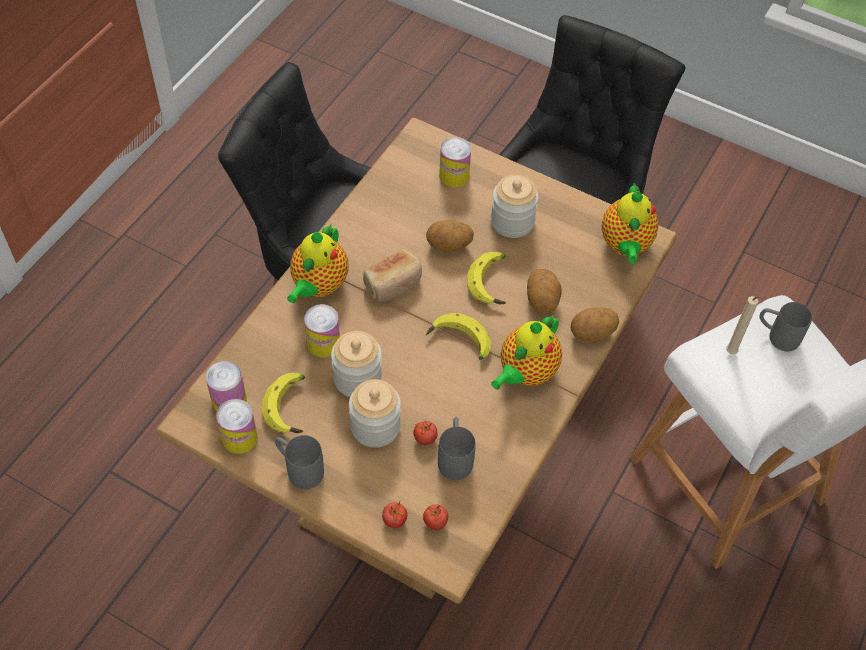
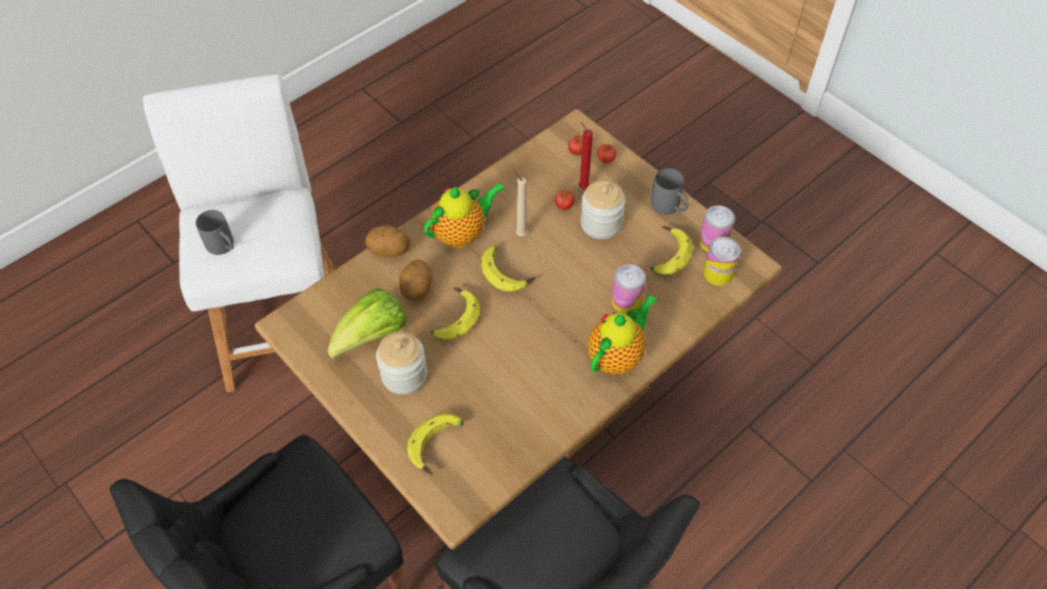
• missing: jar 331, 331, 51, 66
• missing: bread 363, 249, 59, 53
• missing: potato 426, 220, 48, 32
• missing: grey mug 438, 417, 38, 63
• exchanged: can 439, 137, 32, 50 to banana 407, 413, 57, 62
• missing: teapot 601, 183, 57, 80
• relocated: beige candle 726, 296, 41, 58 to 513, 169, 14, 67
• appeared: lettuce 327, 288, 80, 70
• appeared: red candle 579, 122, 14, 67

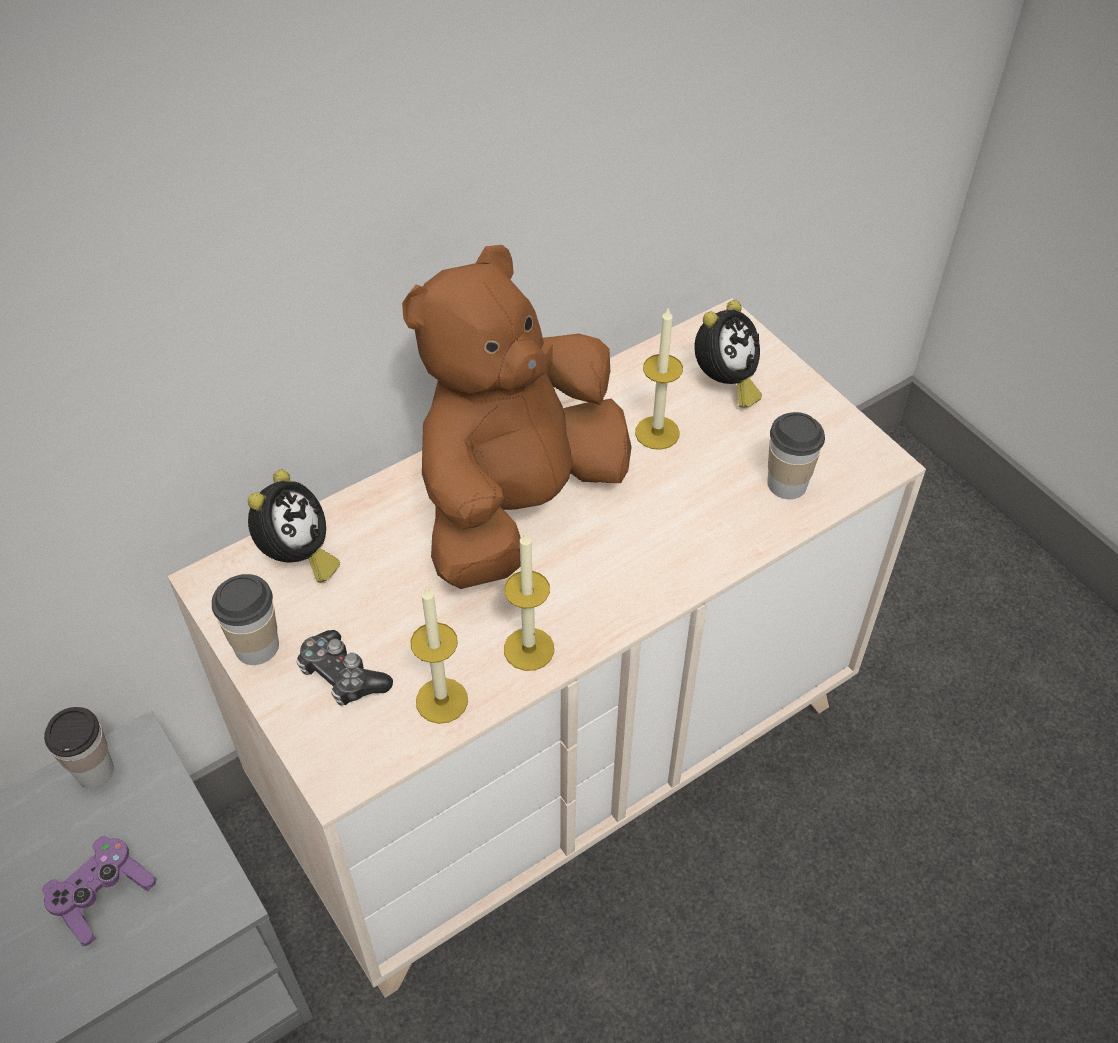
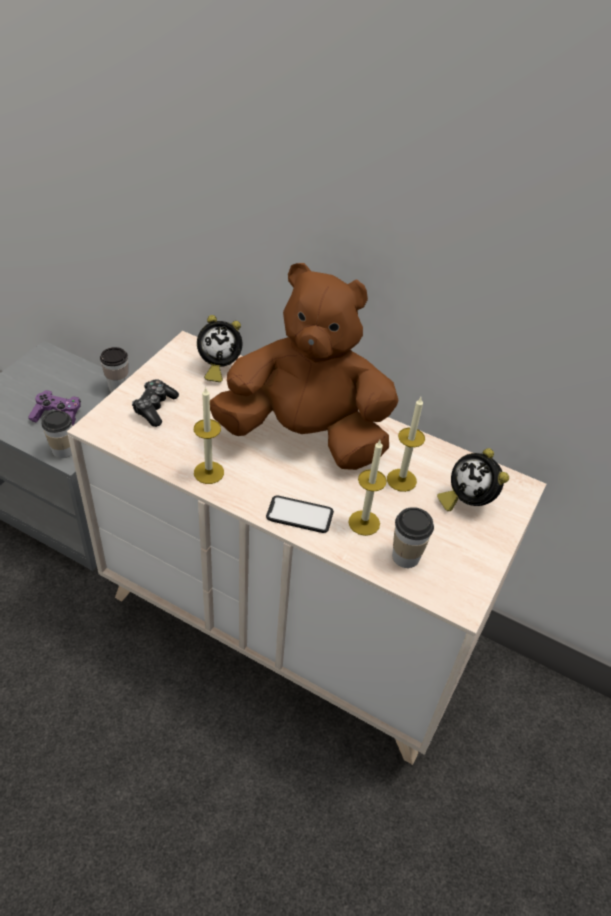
• relocated: cup 212, 574, 67, 91 to 41, 410, 31, 48
• relocated: candle 410, 586, 58, 138 to 348, 440, 39, 96
• spun: alarm clock 694, 300, 68, 108 = 437, 448, 72, 63 45 degrees clockwise
• appeared: phone 266, 495, 68, 38

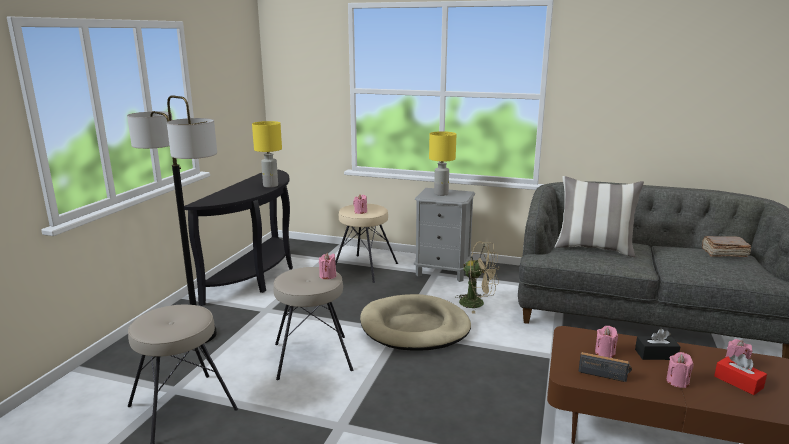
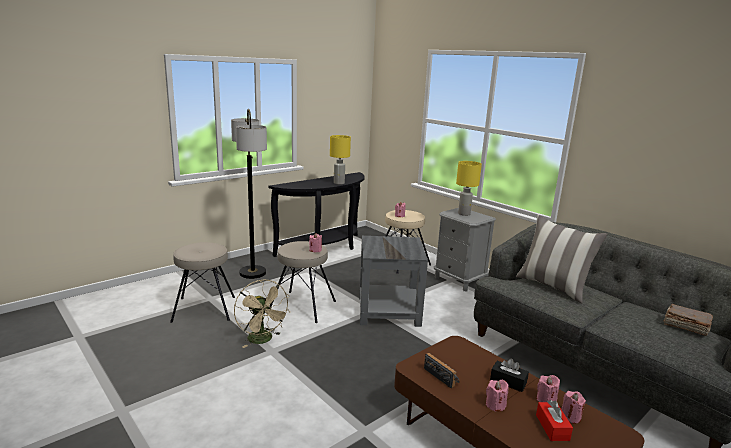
• exchanged: beige dog bed 360, 294, 111, 57 to grey side table 359, 236, 69, 91
• relocated: beige fan 455, 241, 45, 73 to 234, 280, 56, 68
• relocated: pink candle 595, 326, 23, 32 to 537, 375, 23, 27

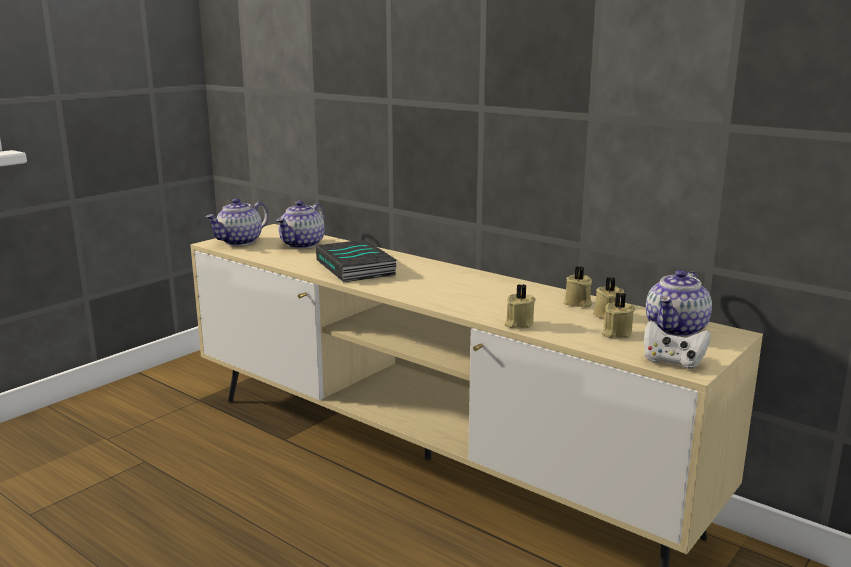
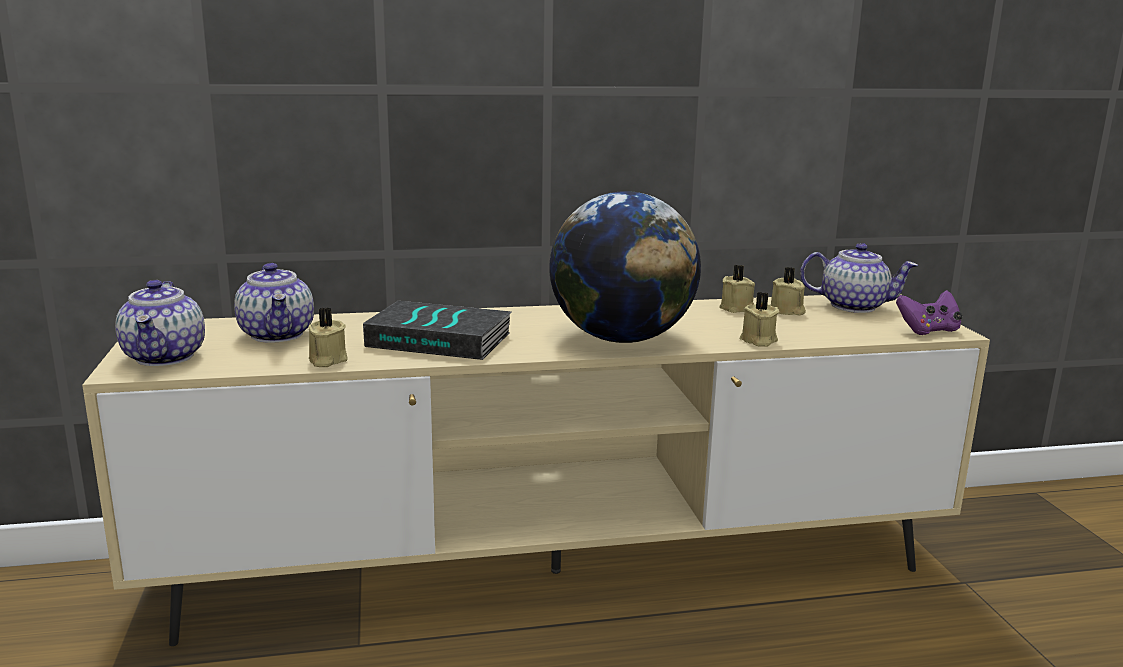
• relocated: beige candle 602, 292, 33, 46 to 308, 307, 40, 60
• colour: white game controller 644, 321, 67, 48 to purple game controller 896, 290, 66, 45
• spun: teapot 646, 270, 66, 67 = 800, 243, 118, 70 60 degrees counterclockwise
• appeared: globe 549, 191, 152, 152

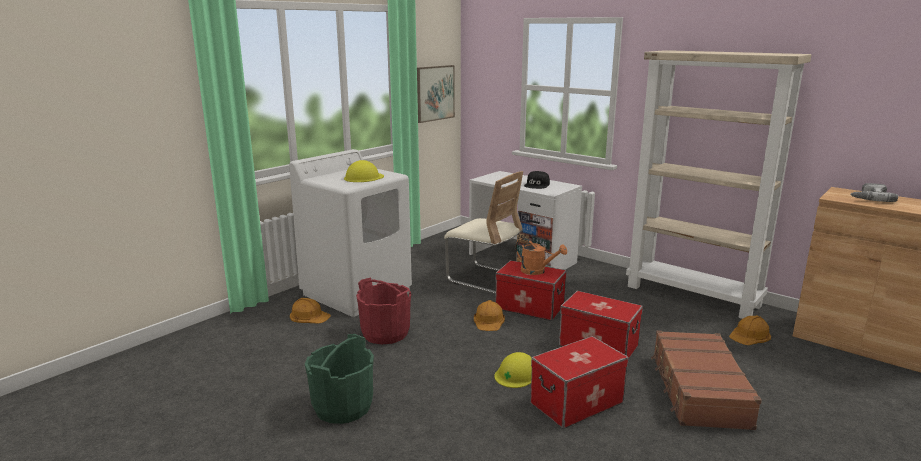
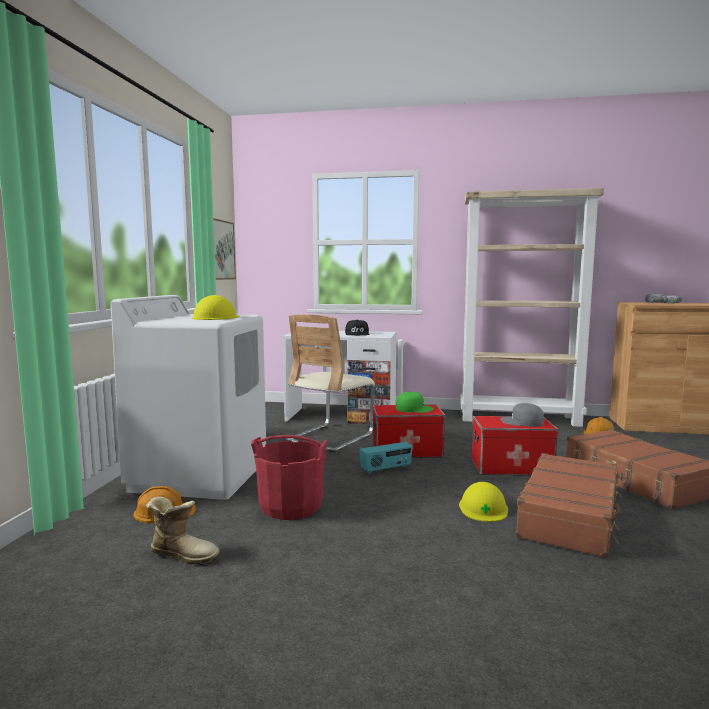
• missing: green bucket 305, 334, 69, 90
• spun: beige chair 444, 171, 79, 123 = 286, 314, 89, 138 120 degrees clockwise
• exchanged: orange hard hat 474, 300, 31, 31 to radio 359, 442, 54, 32
• exchanged: orange watering can 516, 238, 51, 37 to green cap 396, 392, 38, 21
• exchanged: storage box 530, 336, 99, 93 to brown suitcase 515, 453, 107, 105
• appeared: boot 146, 497, 74, 68
• appeared: grey cap 500, 403, 44, 24

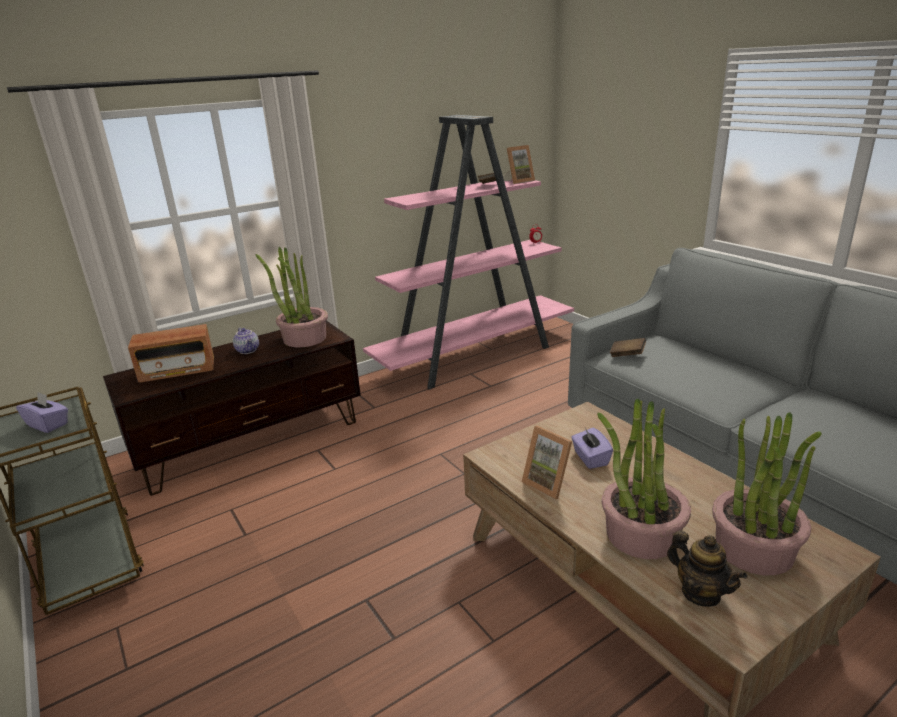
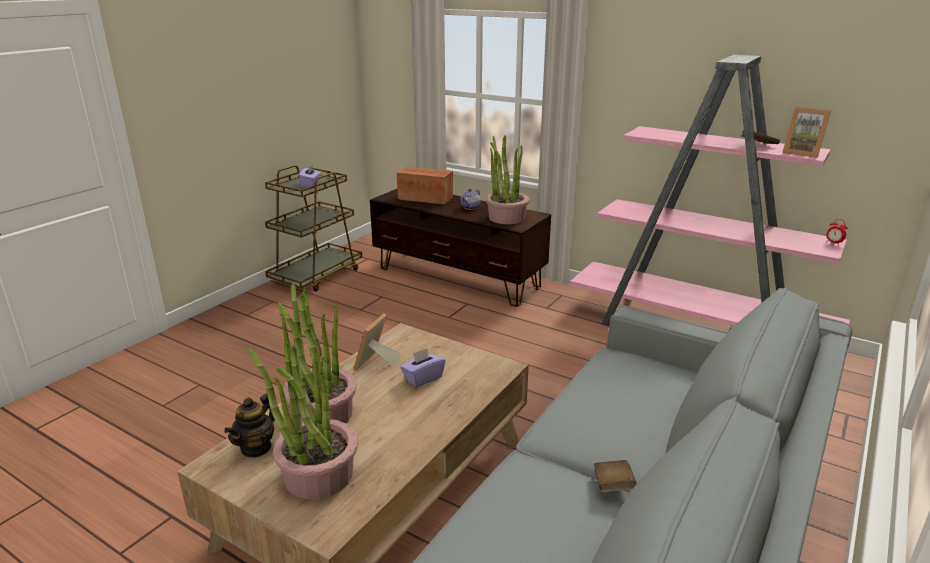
• spun: radio 128, 324, 86, 59 = 397, 167, 56, 38 150 degrees clockwise
• relocated: brown book 610, 338, 36, 19 to 594, 460, 43, 33

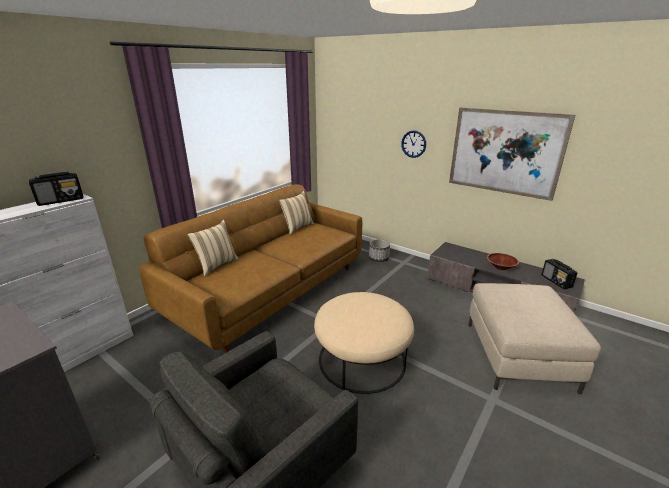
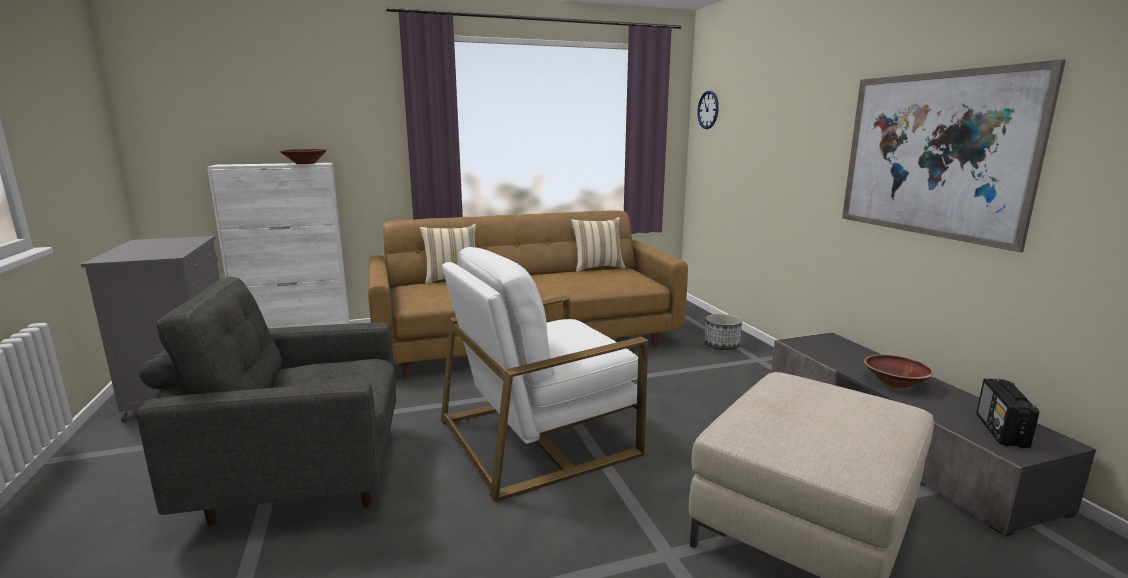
• exchanged: radio 29, 172, 55, 34 to brown bowl 280, 149, 47, 15
• exchanged: beige ottoman 314, 292, 100, 102 to white armchair 441, 247, 207, 255
• relocated: wall clock 401, 130, 25, 28 to 697, 91, 22, 38

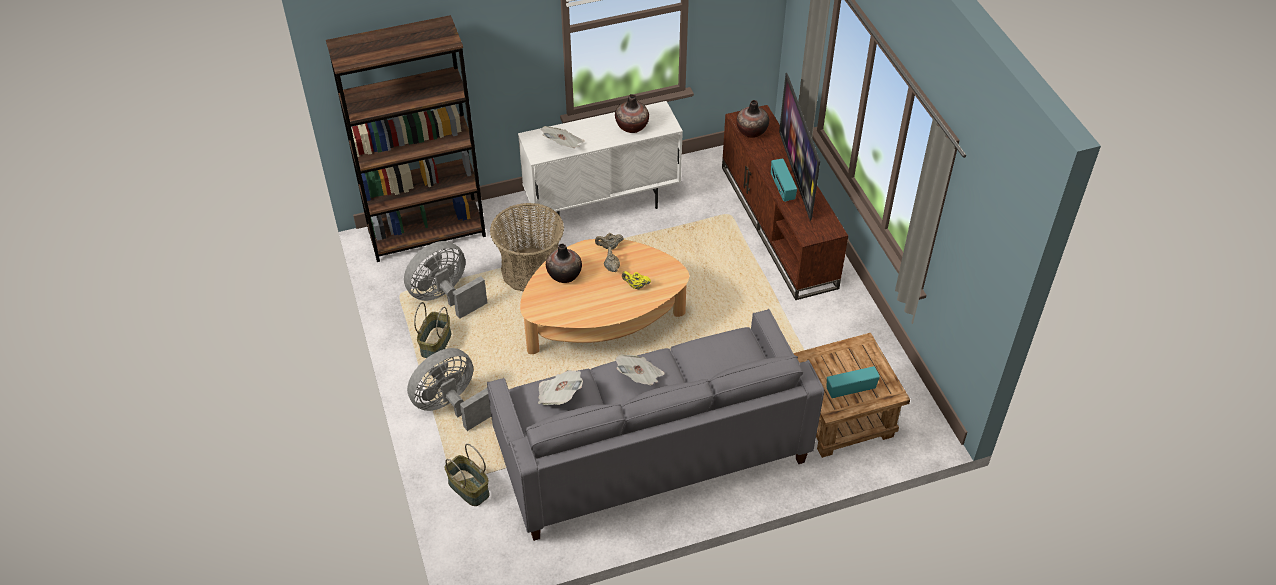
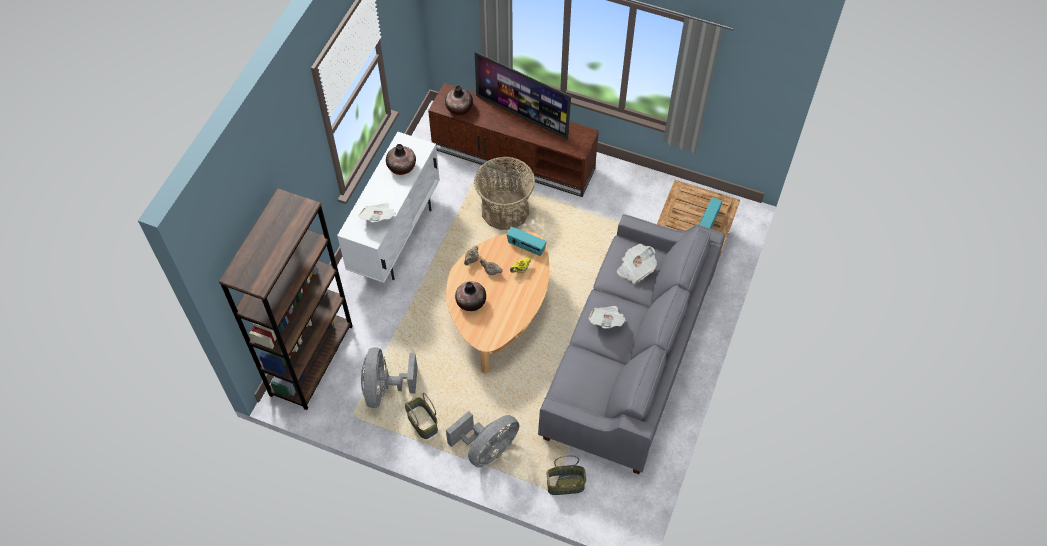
• spun: grey fan 407, 348, 84, 83 = 446, 411, 74, 56 135 degrees counterclockwise
• relocated: basket 490, 203, 74, 88 to 474, 157, 61, 73
• relocated: newspaper 538, 370, 45, 35 to 617, 244, 40, 40
• relocated: radio 771, 159, 26, 43 to 507, 227, 40, 29

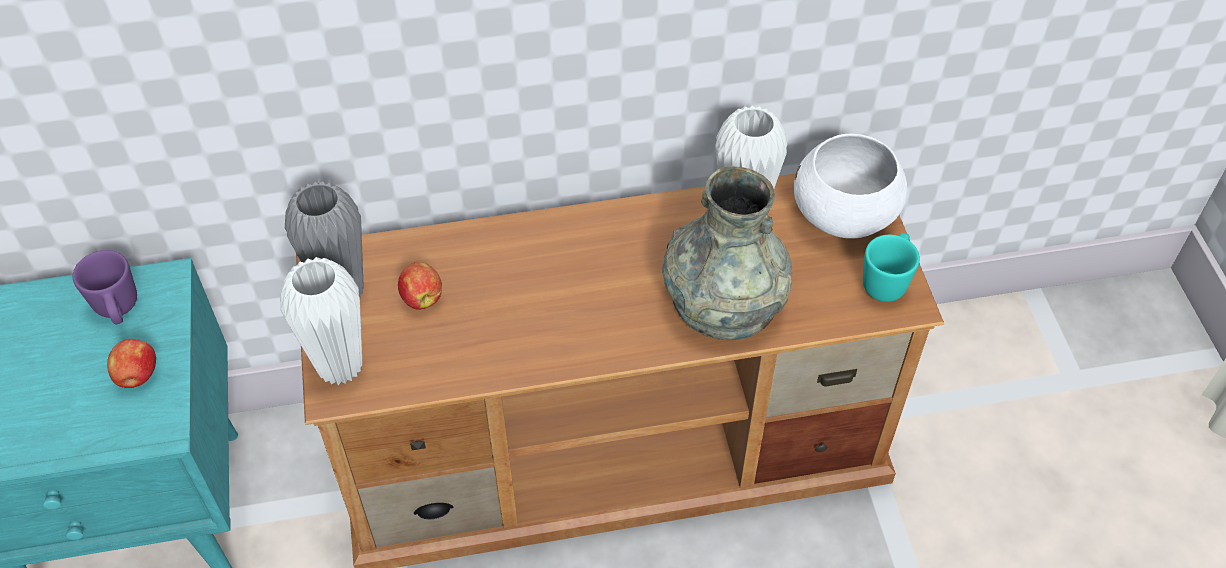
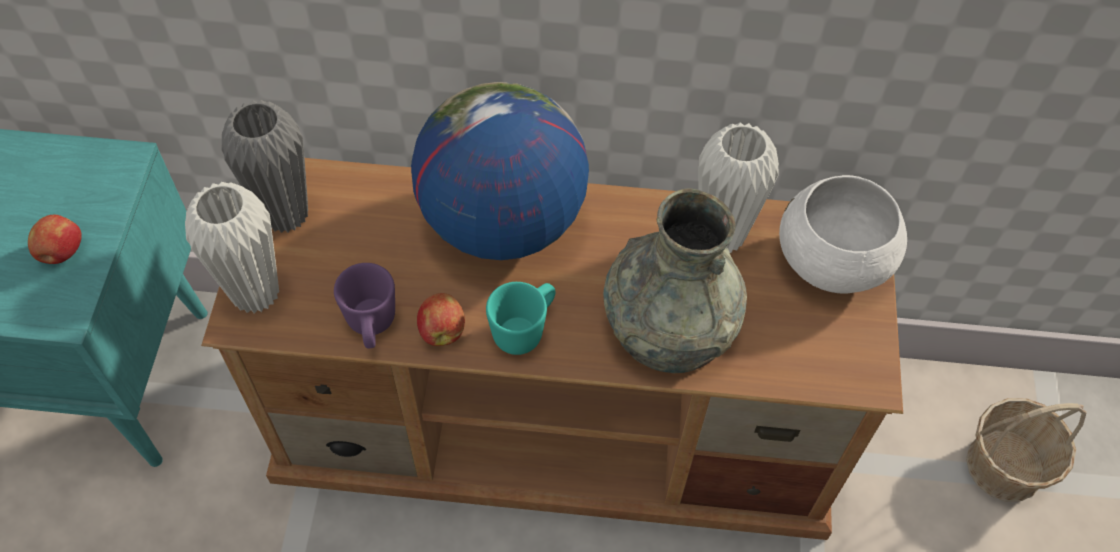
• relocated: purple mug 73, 250, 64, 74 to 334, 263, 61, 85
• relocated: apple 398, 262, 44, 48 to 417, 293, 48, 53
• relocated: turquoise mug 863, 233, 57, 69 to 486, 282, 70, 73
• appeared: globe 411, 82, 178, 178
• appeared: basket 966, 398, 120, 104

